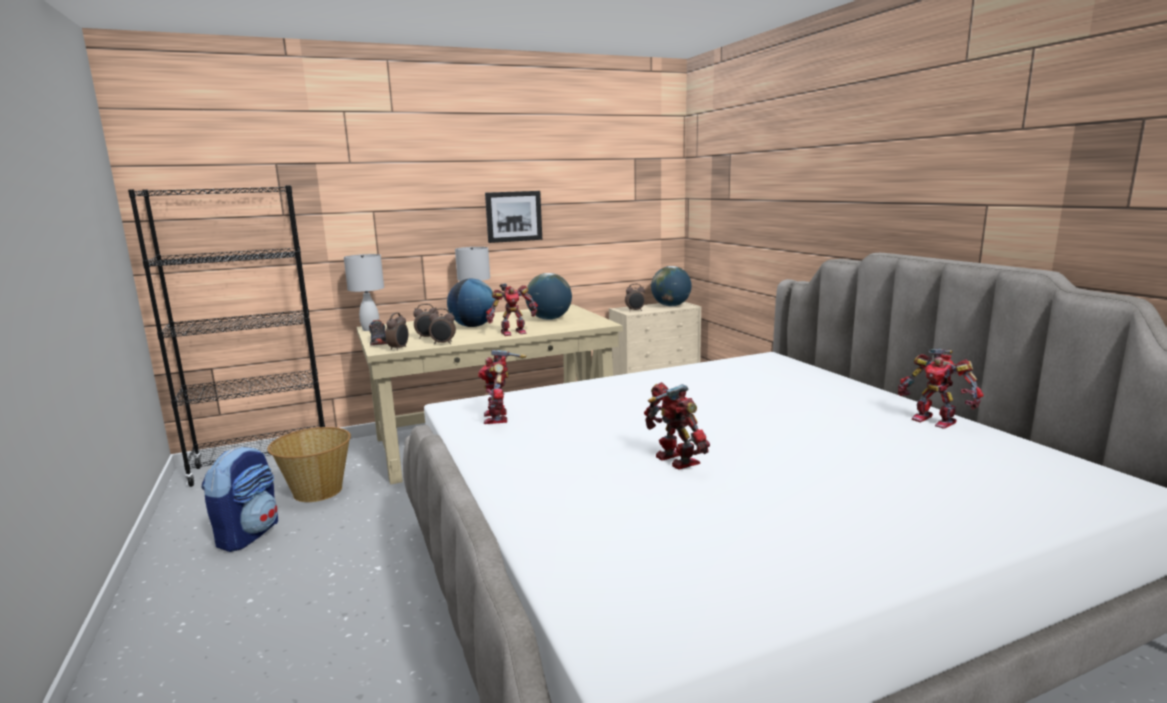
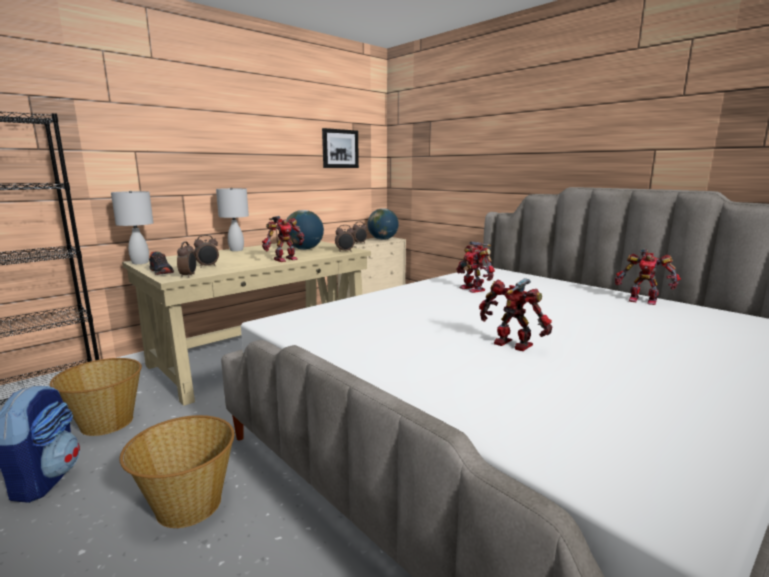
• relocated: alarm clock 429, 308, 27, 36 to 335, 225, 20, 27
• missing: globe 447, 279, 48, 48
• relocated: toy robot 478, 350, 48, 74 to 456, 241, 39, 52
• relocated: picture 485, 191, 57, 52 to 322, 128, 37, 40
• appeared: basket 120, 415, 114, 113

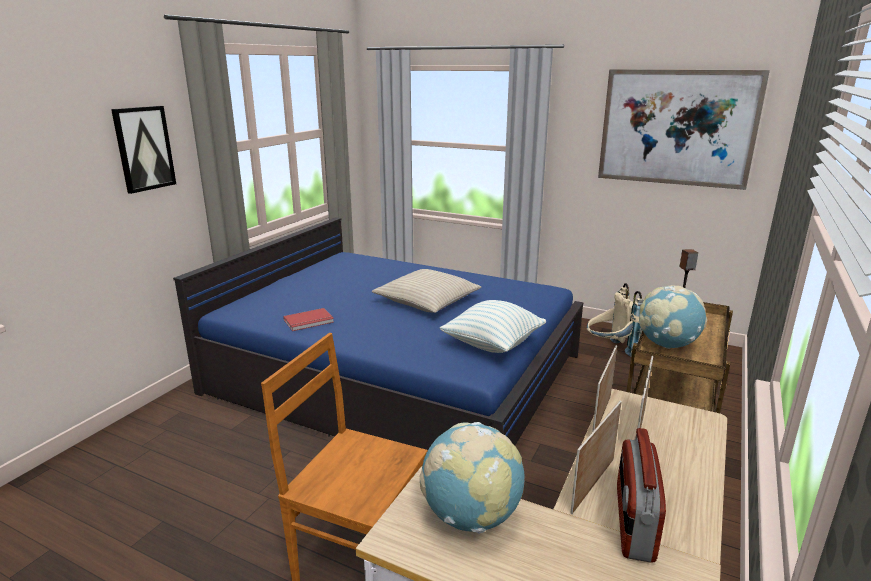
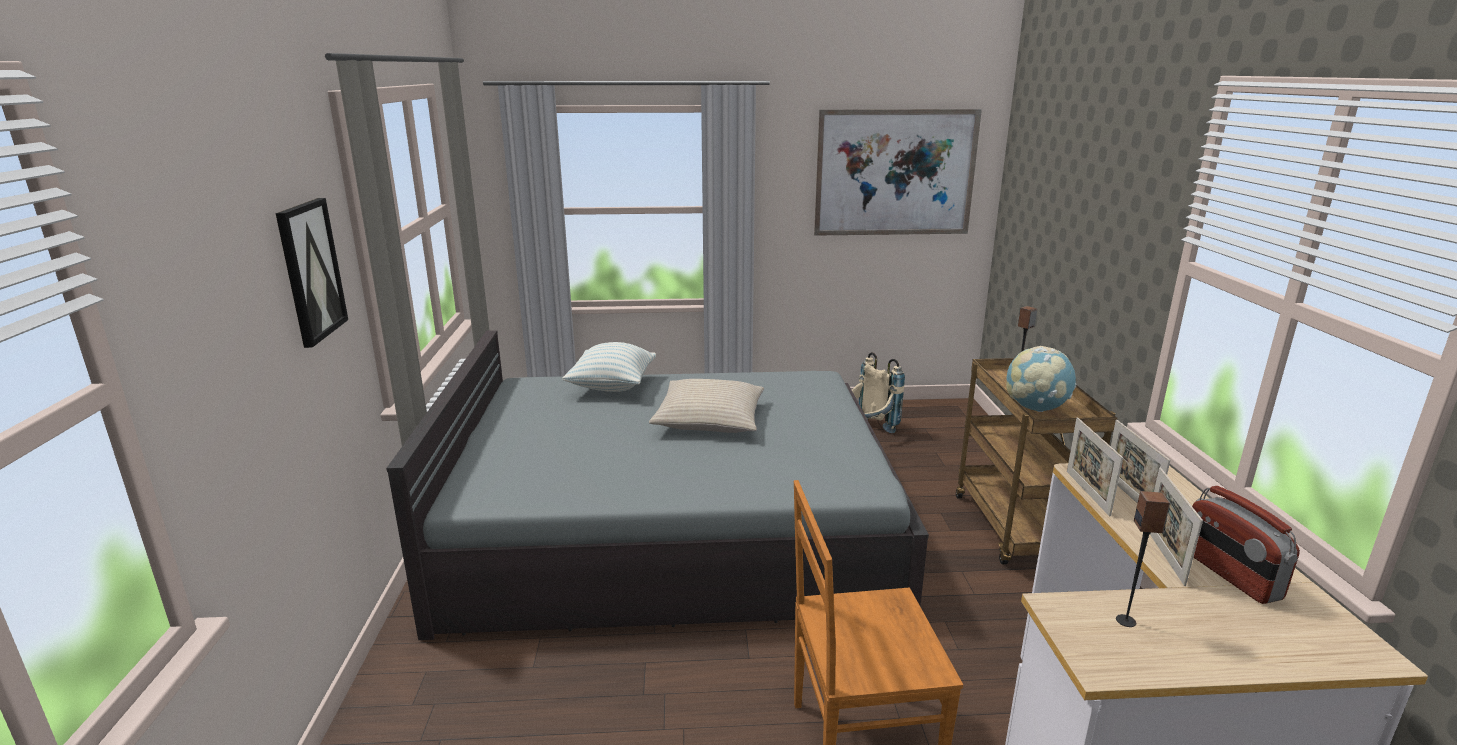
• colour: blue bed 173, 217, 410, 233 to grey bed 386, 330, 543, 310
• missing: red book 283, 308, 51, 23
• exchanged: globe 420, 422, 104, 112 to speaker 1116, 491, 54, 136
• relocated: pillow 440, 300, 106, 53 to 562, 342, 94, 50

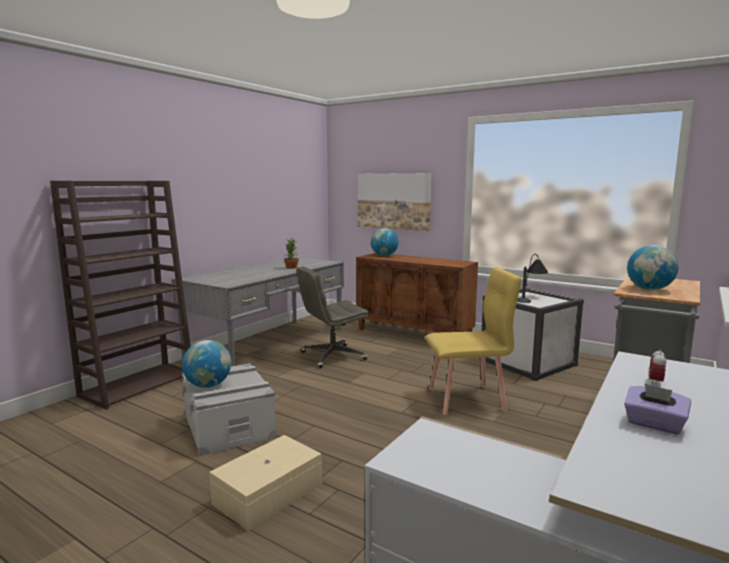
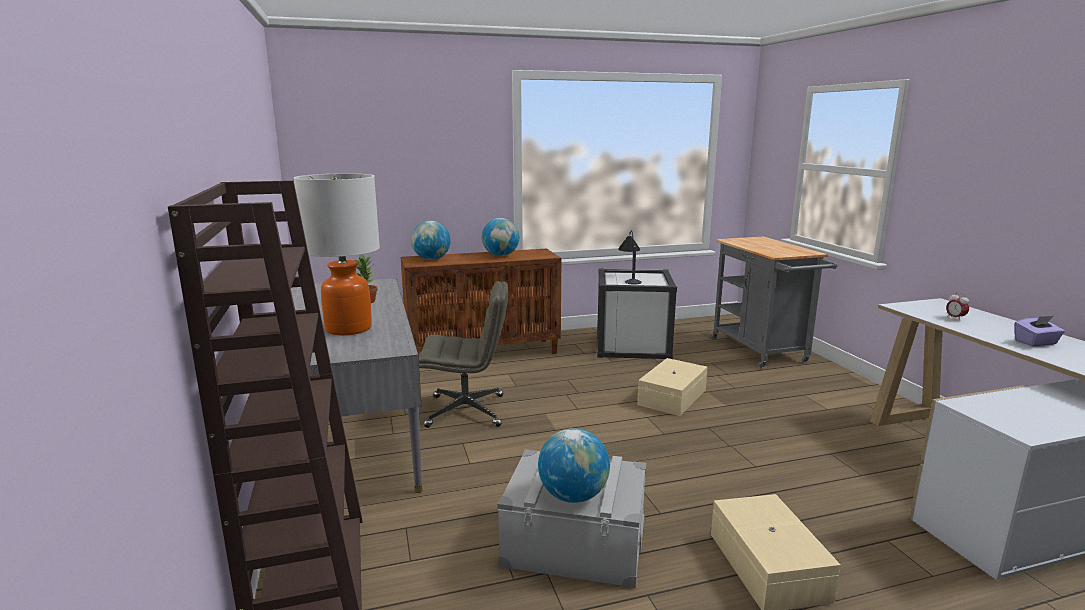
• spun: grey office chair 296, 266, 73, 102 = 419, 281, 89, 147 105 degrees counterclockwise
• missing: picture 358, 173, 73, 58
• exchanged: yellow chair 425, 267, 97, 148 to beige storage box 637, 358, 70, 58
• relocated: globe 627, 245, 51, 45 to 482, 218, 37, 38
• appeared: table lamp 294, 173, 86, 162

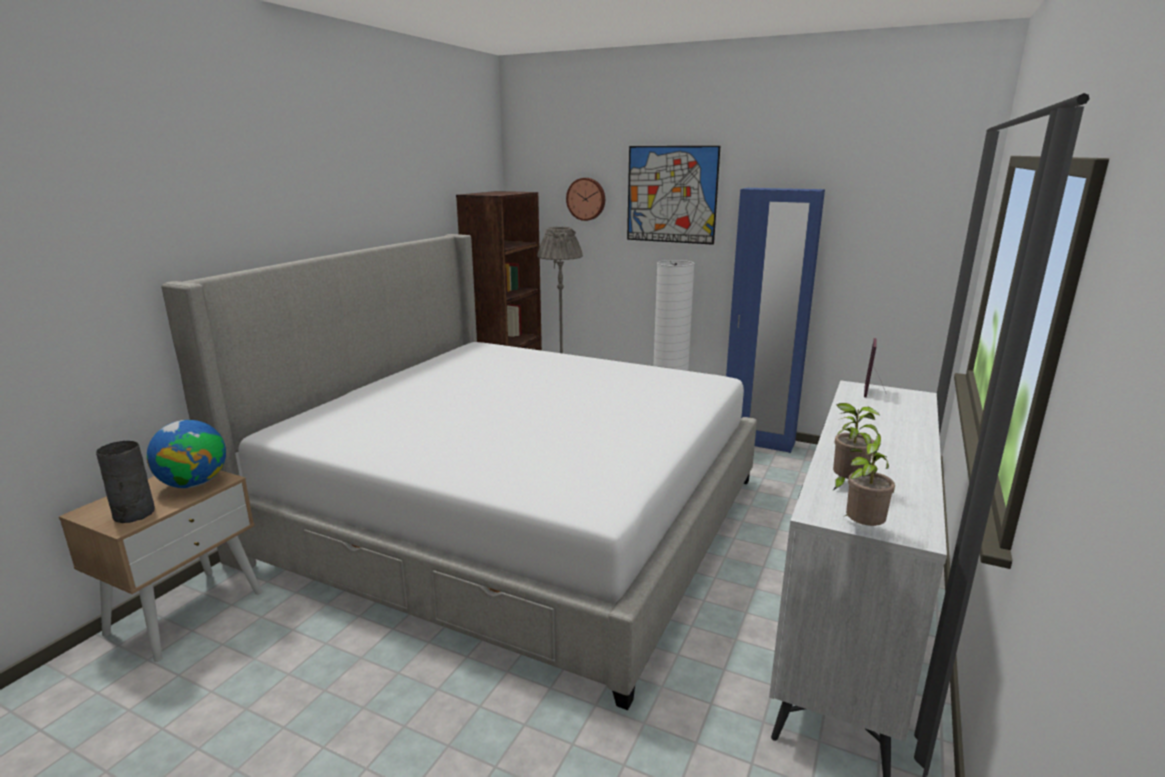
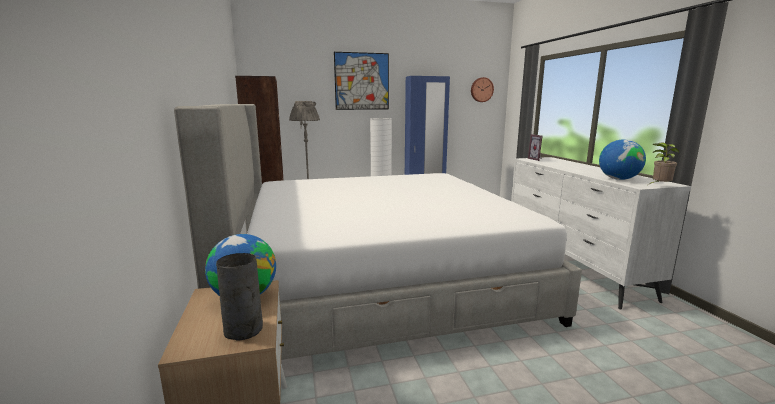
• relocated: wall clock 566, 178, 39, 43 to 471, 77, 23, 25
• exchanged: potted plant 833, 403, 46, 87 to globe 599, 139, 47, 41

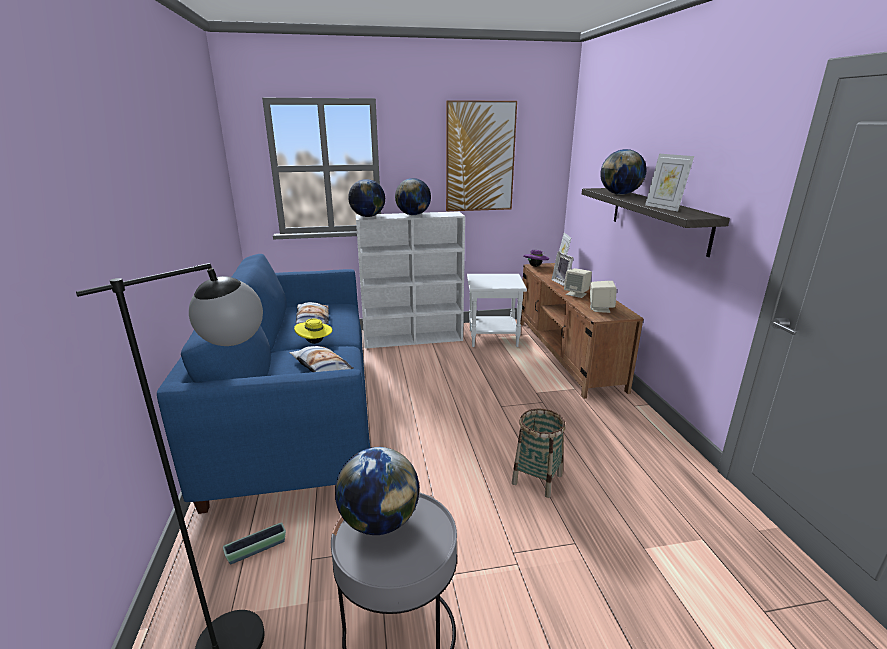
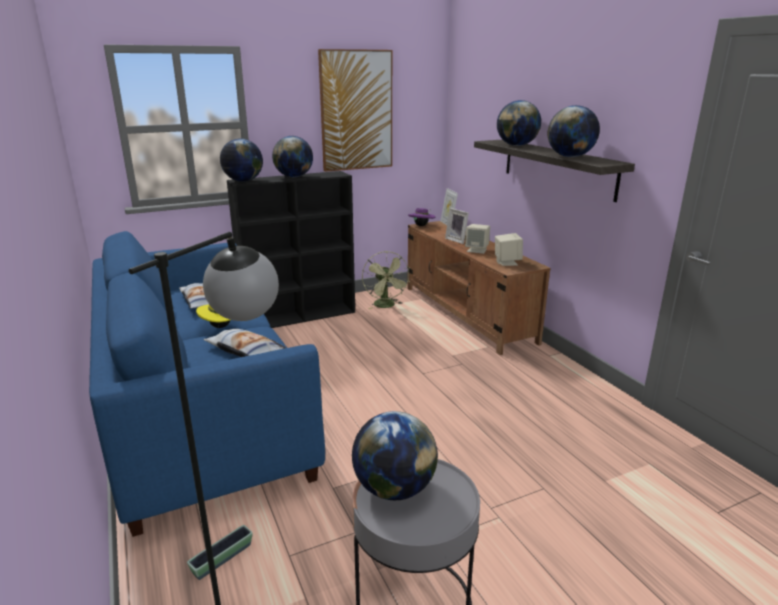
• colour: white bookcase 356, 211, 109, 137 to black bookcase 227, 171, 128, 157
• exchanged: white side table 467, 274, 60, 73 to green fan 362, 251, 48, 58
• missing: basket 512, 409, 54, 89
• exchanged: picture frame 645, 154, 49, 58 to globe 548, 105, 52, 52

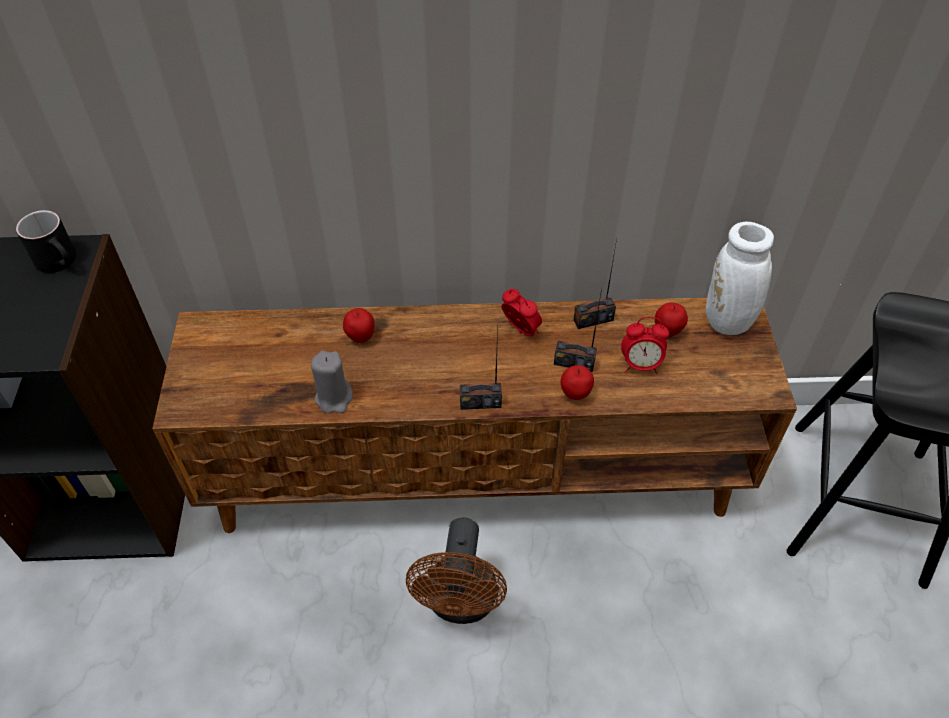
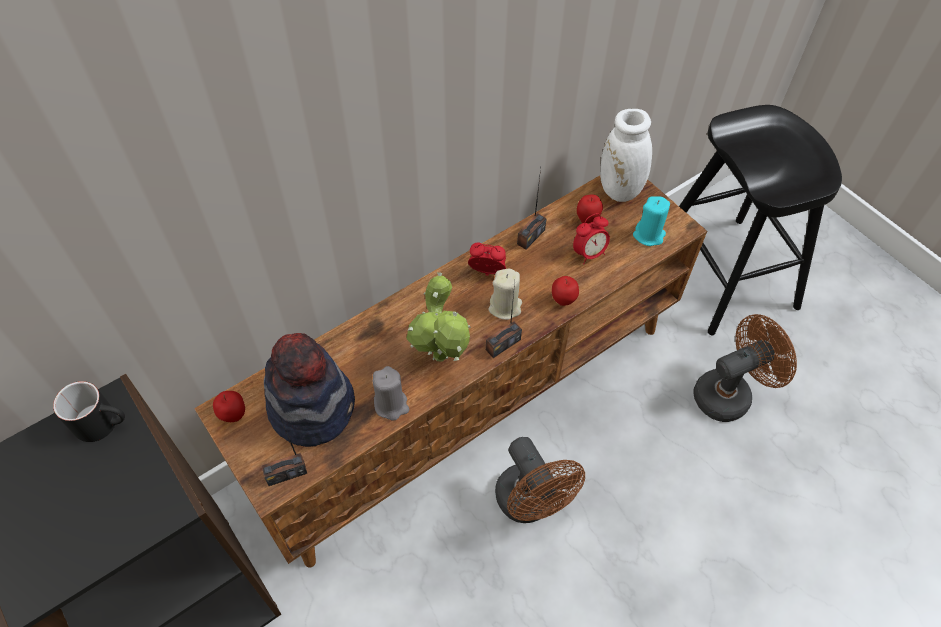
• relocated: apple 343, 308, 32, 35 to 213, 391, 32, 31
• relocated: radio 554, 288, 48, 84 to 261, 417, 46, 69
• appeared: hat 264, 333, 91, 114
• appeared: potted plant 406, 272, 65, 90
• appeared: beige candle 488, 269, 34, 51
• appeared: turquoise candle 633, 196, 37, 50
• appeared: brown fan 693, 314, 104, 108

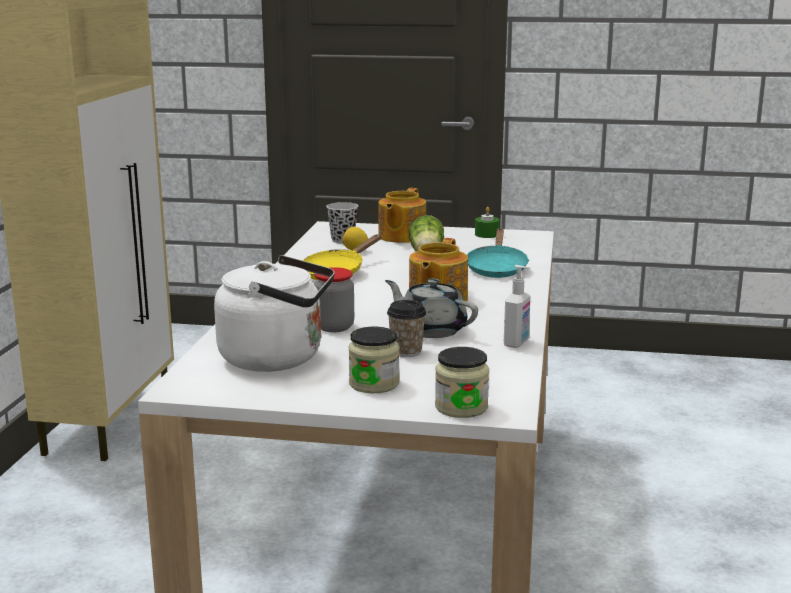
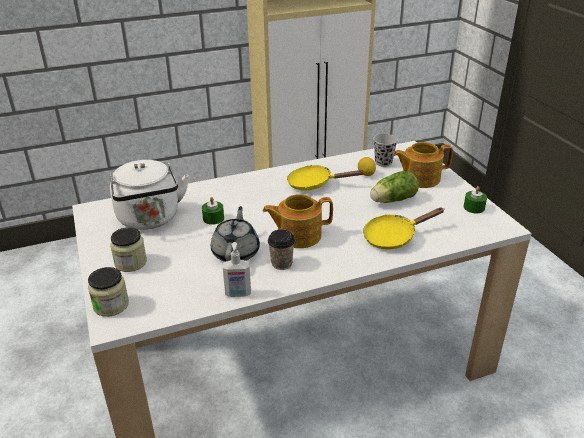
• exchanged: jar 314, 267, 40, 65 to green candle 202, 197, 22, 28
• relocated: cup 387, 300, 39, 57 to 268, 229, 27, 41
• colour: turquoise frying pan 467, 228, 62, 50 to yellow frying pan 363, 207, 81, 43

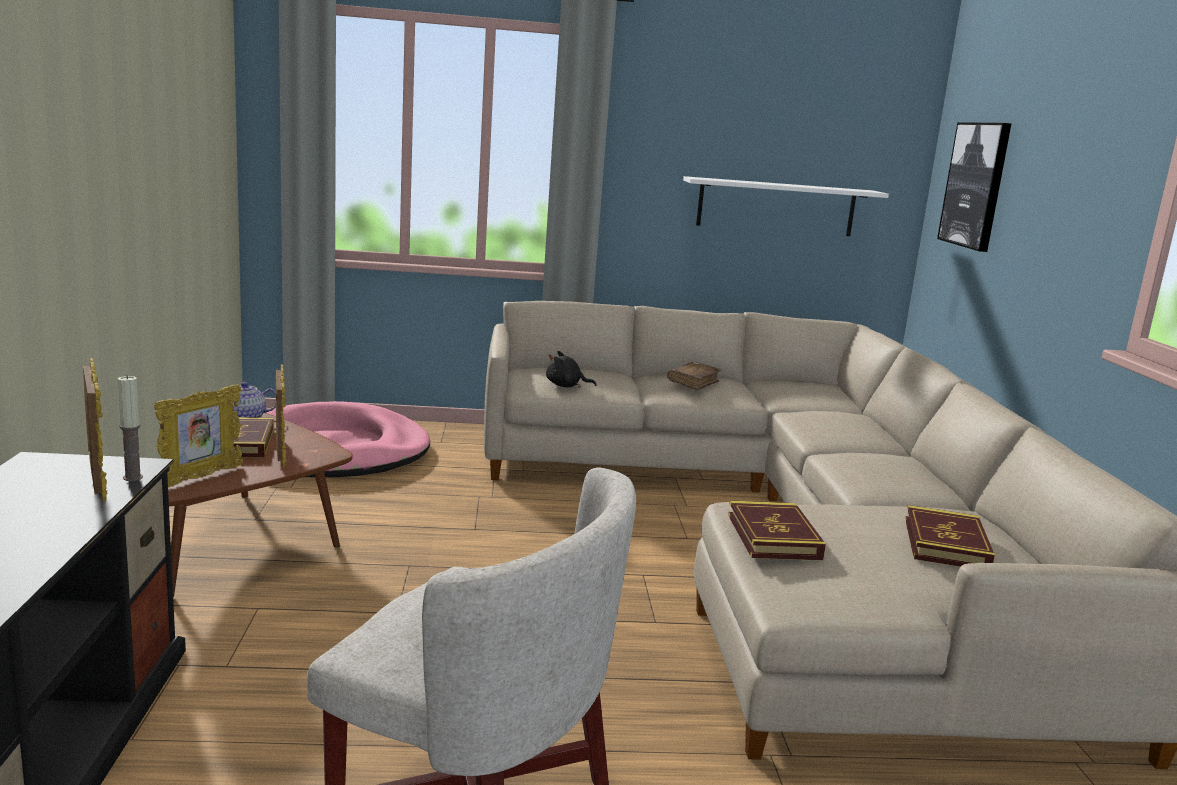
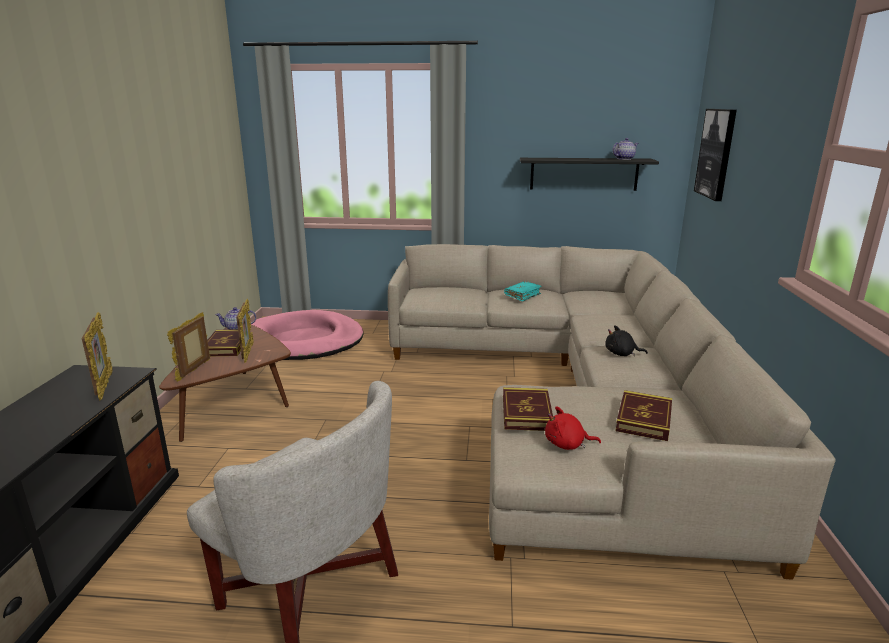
• missing: candle 118, 375, 25, 106
• spun: picture frame 154, 384, 89, 104 = 167, 312, 43, 70 150 degrees clockwise
• relocated: black plush toy 546, 351, 50, 37 to 605, 325, 43, 31
• colour: brown book 667, 362, 54, 29 to turquoise book 504, 281, 38, 21
• colour: white shelf 683, 176, 206, 60 to black shelf 520, 158, 139, 33
• appeared: red plush toy 545, 406, 56, 44
• appeared: teapot 612, 138, 26, 22

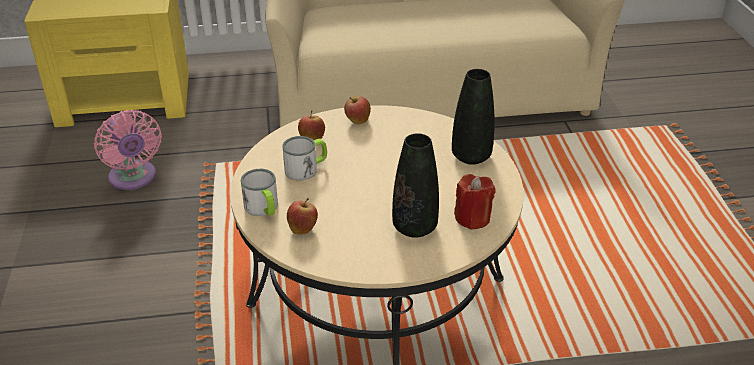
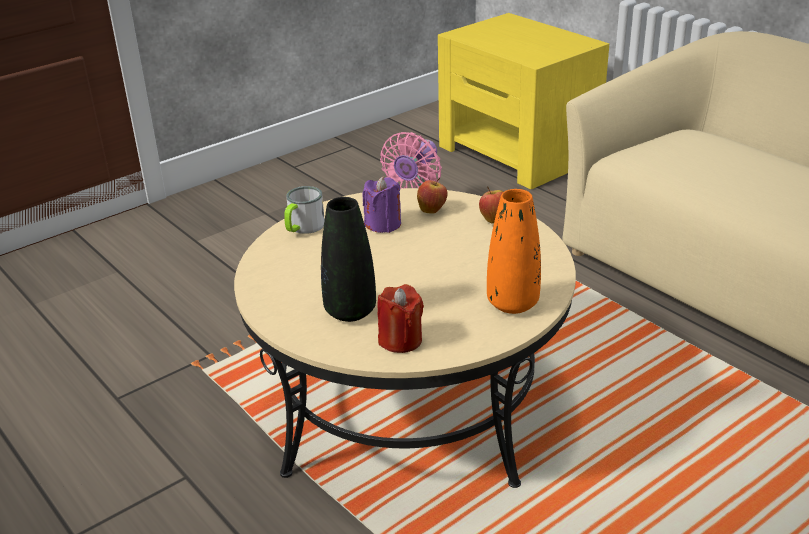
• exchanged: mug 283, 136, 44, 45 to purple candle 363, 177, 38, 56
• missing: apple 287, 198, 31, 37
• colour: black vase 452, 69, 43, 96 to orange vase 487, 189, 54, 125

